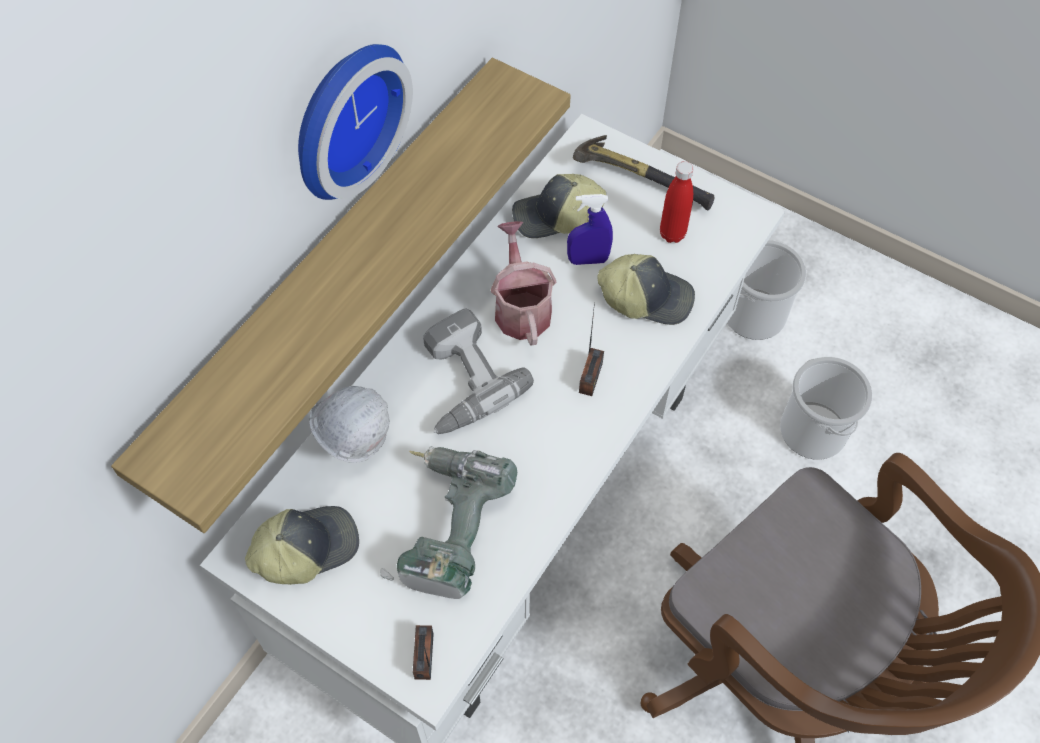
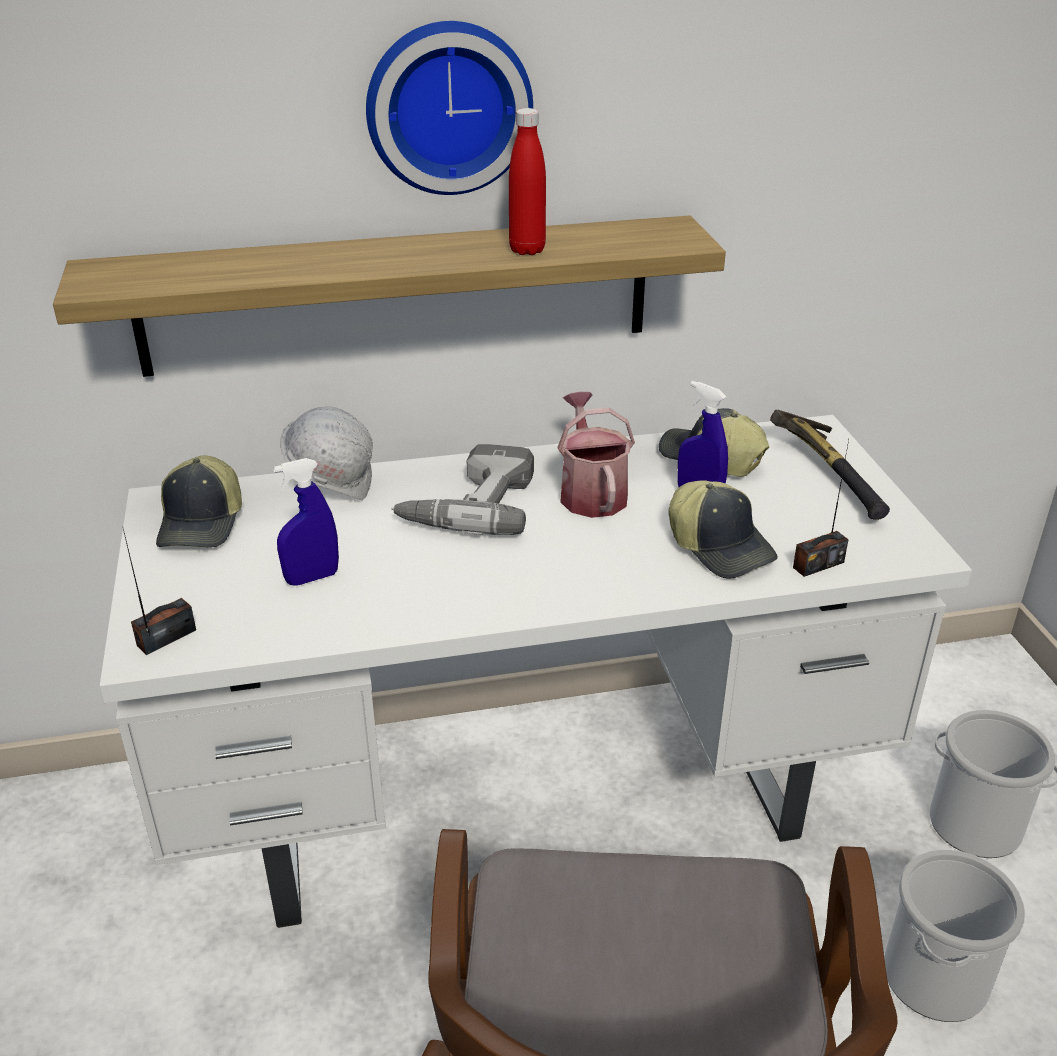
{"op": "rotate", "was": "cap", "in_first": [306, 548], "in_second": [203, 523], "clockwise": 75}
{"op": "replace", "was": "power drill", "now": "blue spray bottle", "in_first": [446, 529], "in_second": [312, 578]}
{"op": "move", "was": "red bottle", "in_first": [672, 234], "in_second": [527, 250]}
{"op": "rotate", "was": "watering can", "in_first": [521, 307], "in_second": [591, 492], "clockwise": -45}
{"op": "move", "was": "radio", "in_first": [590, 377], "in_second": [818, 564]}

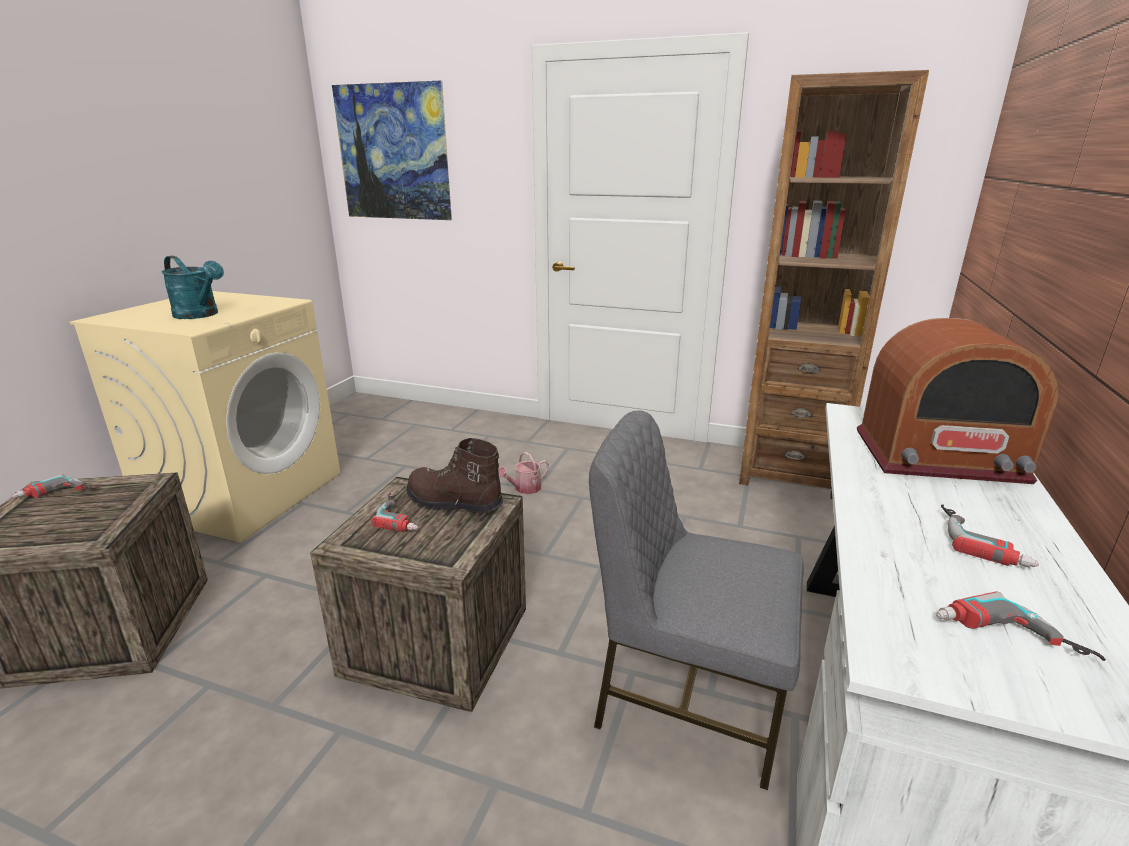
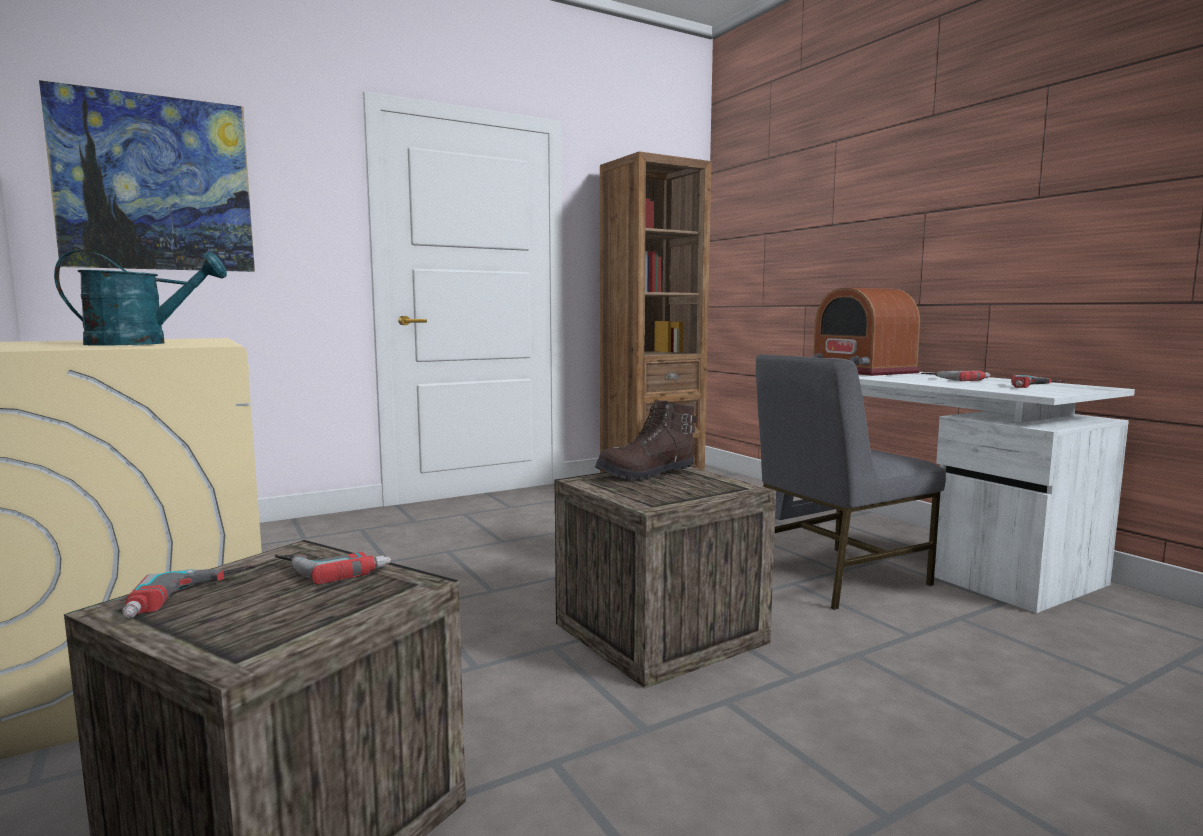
{"op": "move", "was": "power drill", "in_first": [402, 516], "in_second": [333, 567]}
{"op": "rotate", "was": "radio", "in_first": [938, 456], "in_second": [862, 371], "clockwise": 105}
{"op": "delete", "was": "watering can", "in_first": [524, 489]}

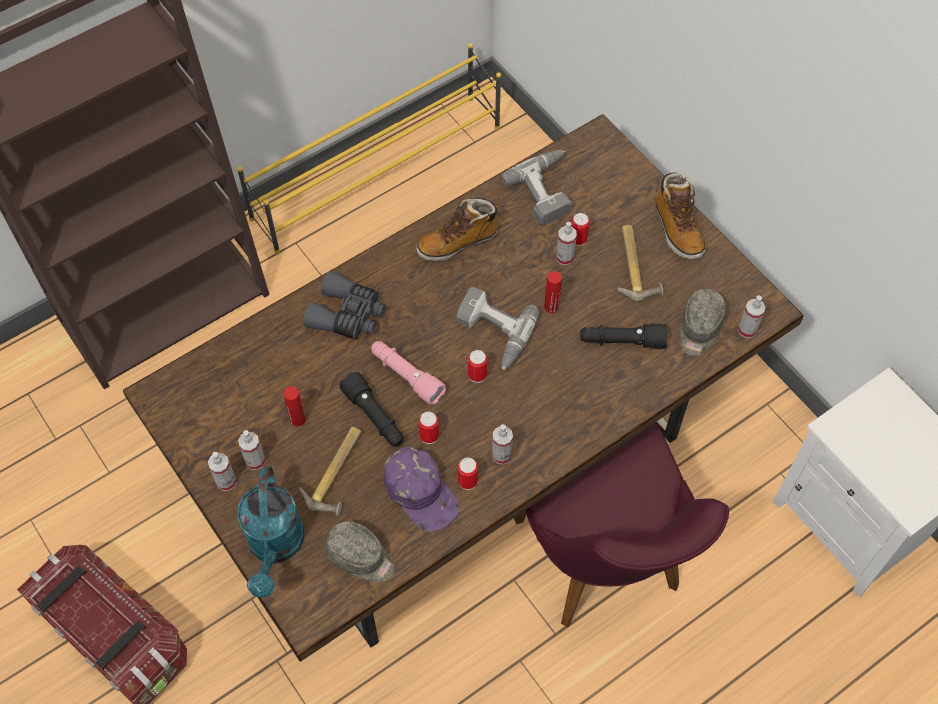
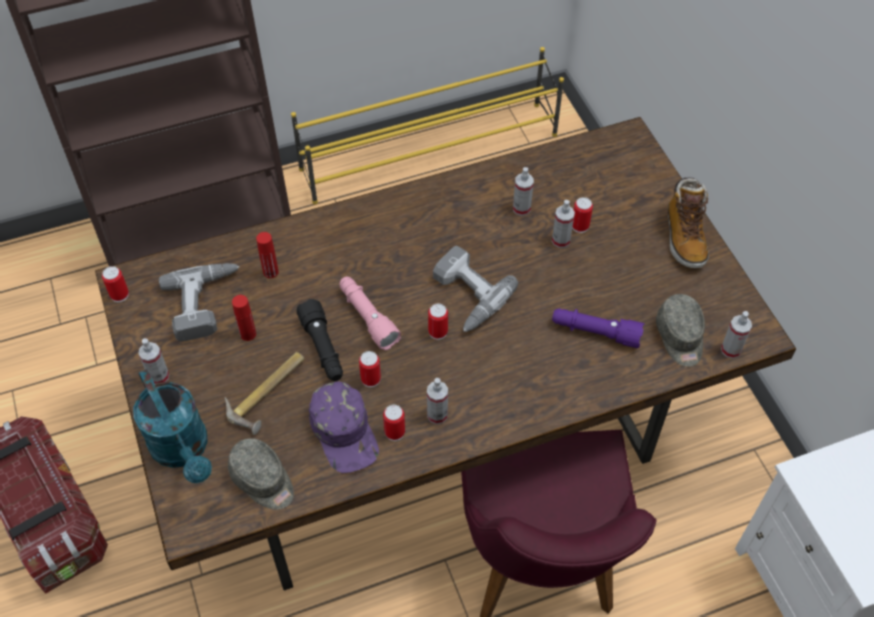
{"op": "insert", "now": "can", "in_second": [119, 295]}
{"op": "rotate", "was": "turquoise watering can", "in_first": [275, 547], "in_second": [183, 450], "clockwise": -45}
{"op": "move", "was": "power drill", "in_first": [547, 190], "in_second": [206, 304]}
{"op": "move", "was": "red bottle", "in_first": [551, 306], "in_second": [270, 272]}
{"op": "move", "was": "spray bottle", "in_first": [255, 461], "in_second": [521, 208]}
{"op": "recolor", "was": "black flashlight", "now": "purple flashlight", "in_first": [622, 341], "in_second": [595, 332]}
{"op": "rotate", "was": "grey cap", "in_first": [699, 328], "in_second": [680, 337], "clockwise": -45}
{"op": "delete", "was": "grey binoculars", "in_first": [347, 315]}
{"op": "delete", "was": "boot", "in_first": [457, 242]}
{"op": "delete", "was": "hammer", "in_first": [636, 265]}

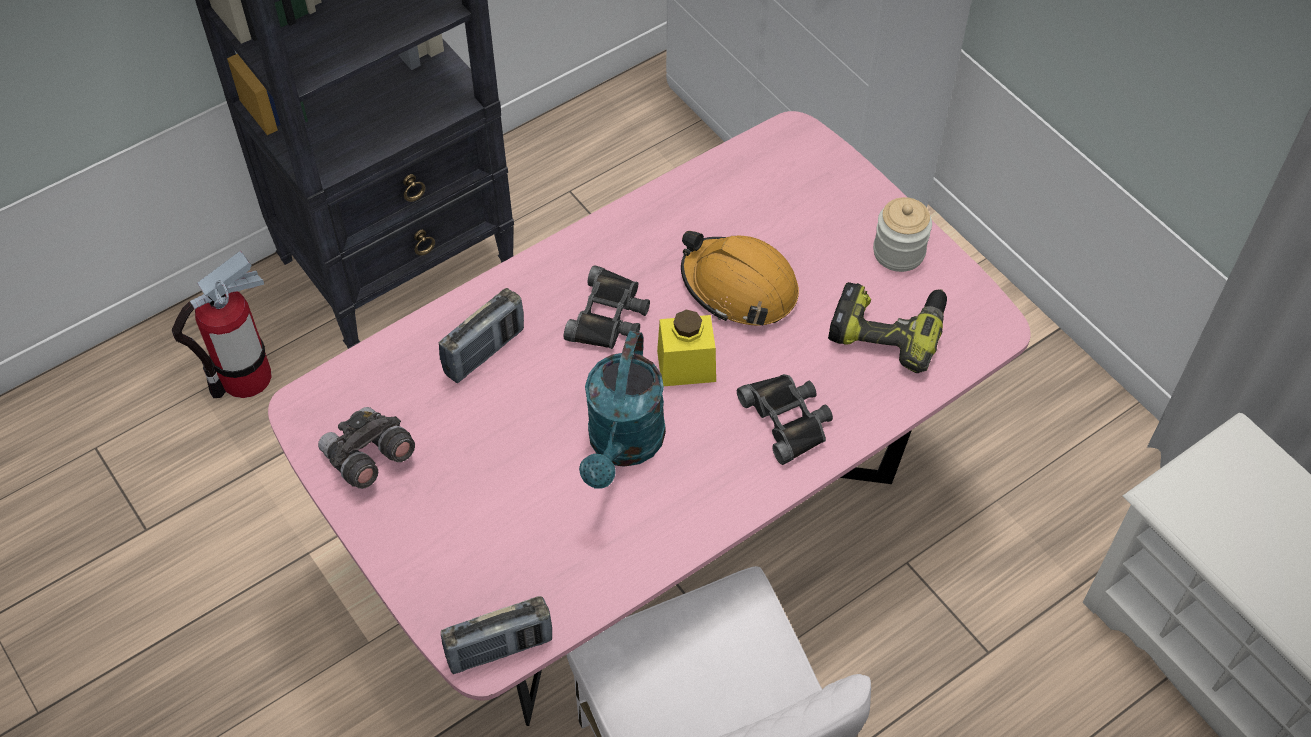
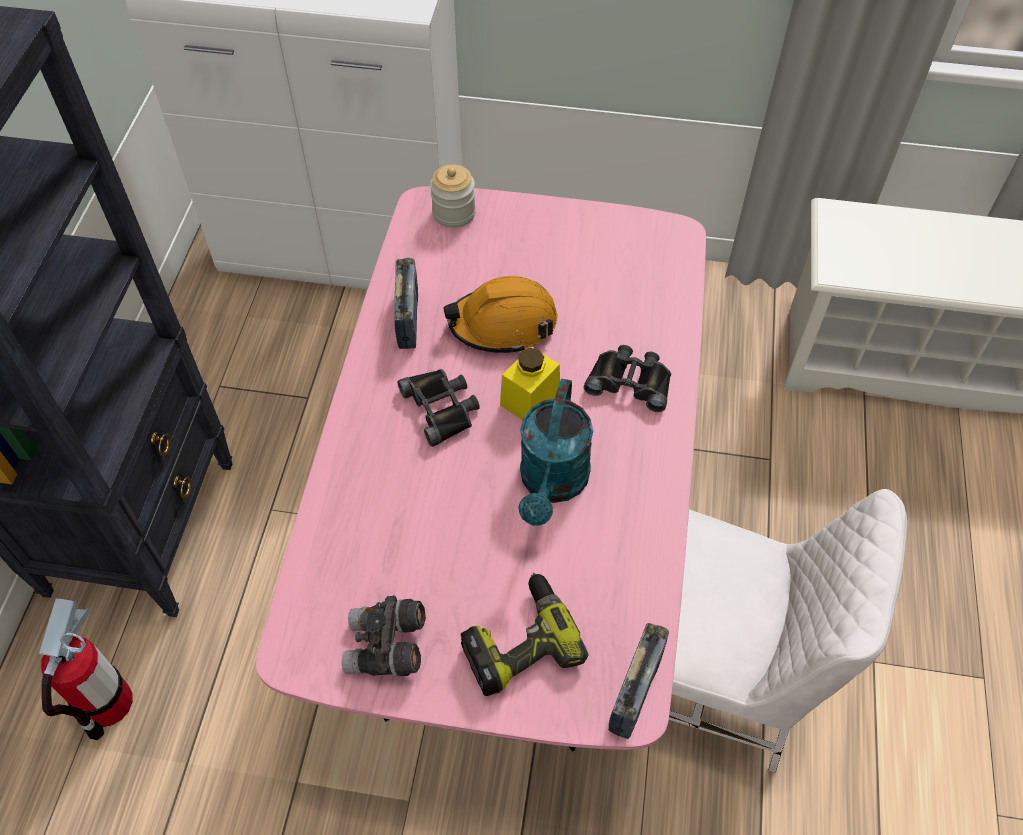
{"op": "move", "was": "radio", "in_first": [484, 352], "in_second": [408, 319]}
{"op": "move", "was": "jar", "in_first": [898, 252], "in_second": [454, 213]}
{"op": "move", "was": "power drill", "in_first": [888, 329], "in_second": [519, 641]}
{"op": "rotate", "was": "turquoise watering can", "in_first": [623, 446], "in_second": [552, 484], "clockwise": 45}

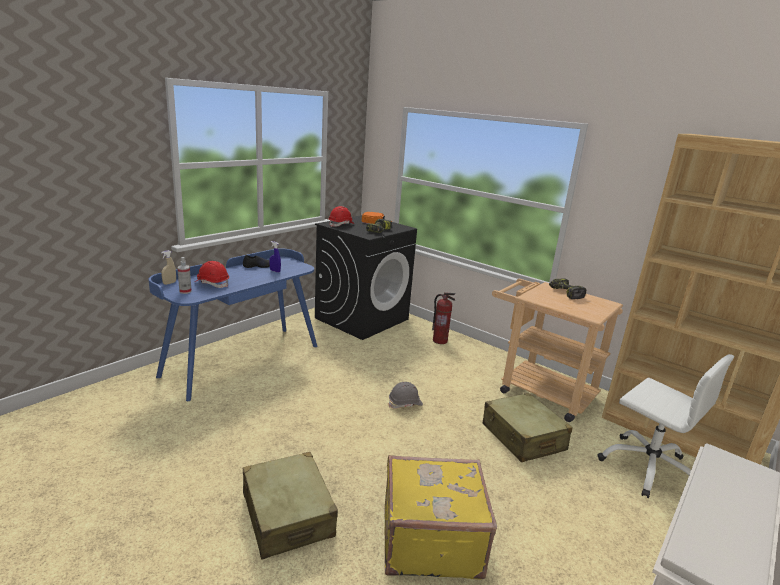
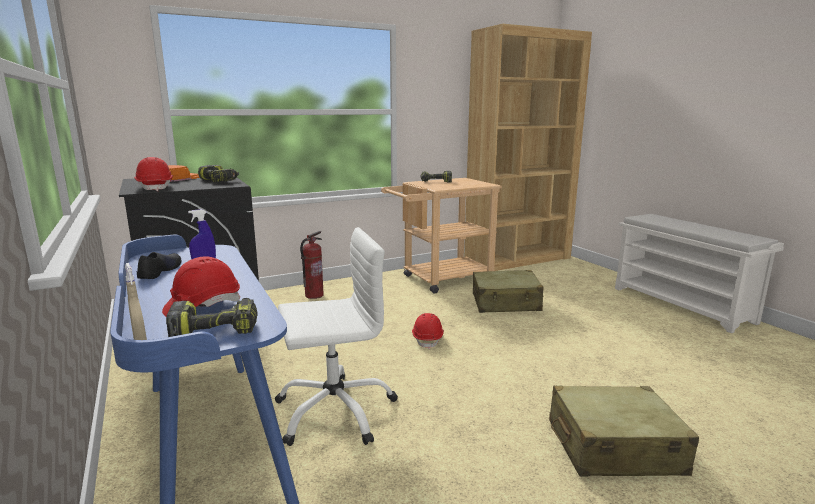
{"op": "replace", "was": "spray bottle", "now": "power drill", "in_first": [185, 291], "in_second": [217, 329]}
{"op": "move", "was": "white office chair", "in_first": [648, 468], "in_second": [335, 410]}
{"op": "recolor", "was": "grey hard hat", "now": "red hard hat", "in_first": [405, 404], "in_second": [428, 339]}
{"op": "delete", "was": "yellow suitcase", "in_first": [429, 539]}

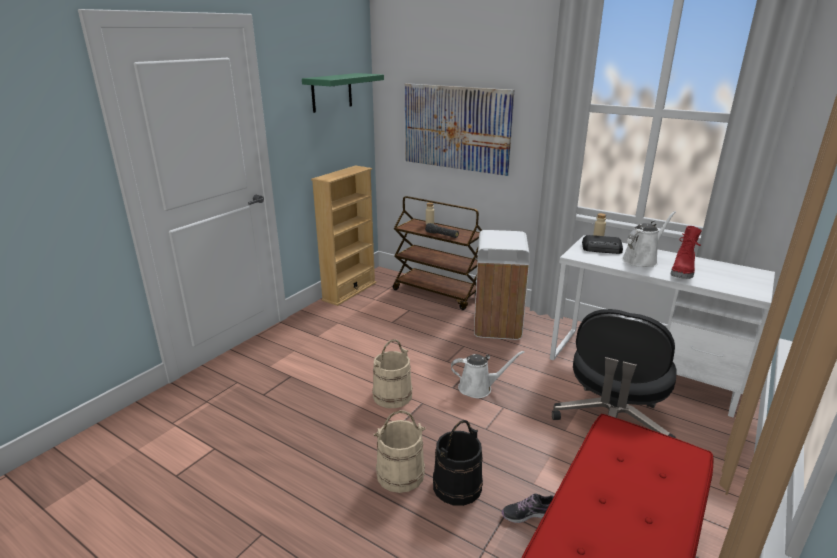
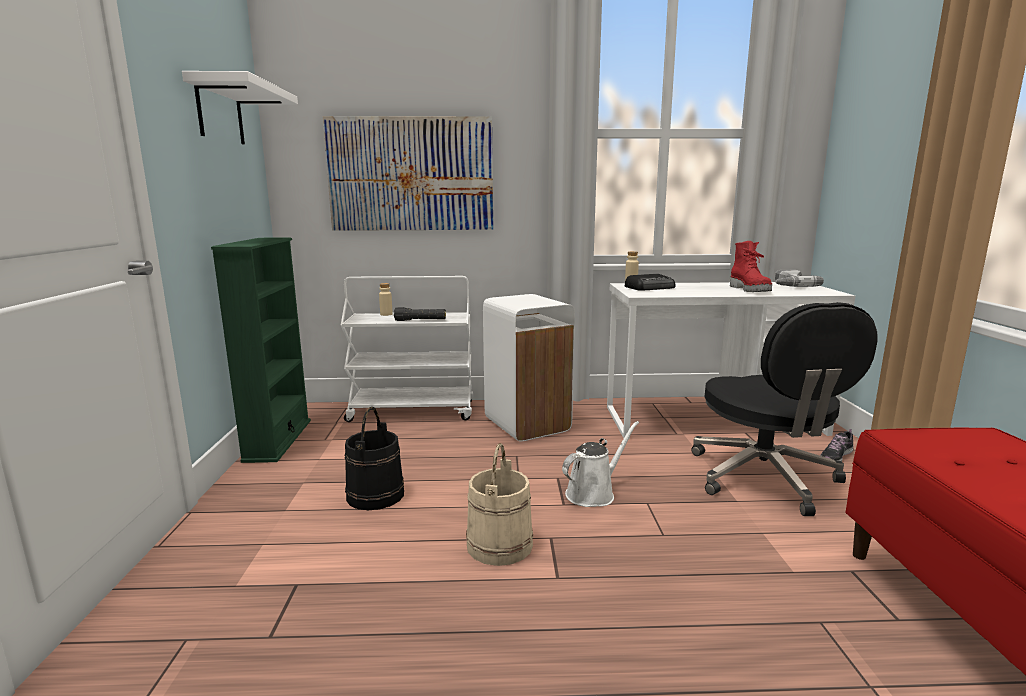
{"op": "recolor", "was": "green shelf", "now": "white shelf", "in_first": [331, 92], "in_second": [220, 112]}
{"op": "recolor", "was": "beige bookcase", "now": "green bookcase", "in_first": [349, 291], "in_second": [278, 440]}
{"op": "recolor", "was": "brown cart", "now": "white cart", "in_first": [438, 293], "in_second": [413, 411]}
{"op": "move", "was": "black bucket", "in_first": [457, 485], "in_second": [375, 495]}
{"op": "insert", "now": "power drill", "in_second": [788, 285]}
{"op": "move", "was": "shoe", "in_first": [529, 514], "in_second": [836, 456]}
{"op": "delete", "was": "beige bucket", "in_first": [400, 473]}
{"op": "delete", "was": "white watering can", "in_first": [642, 260]}

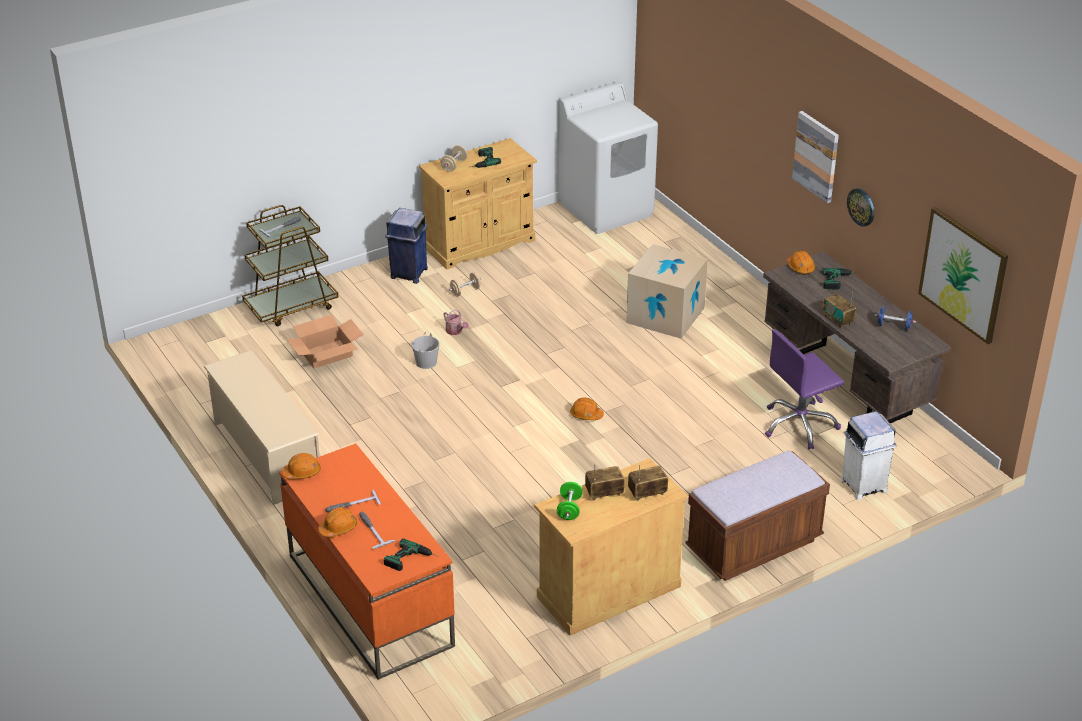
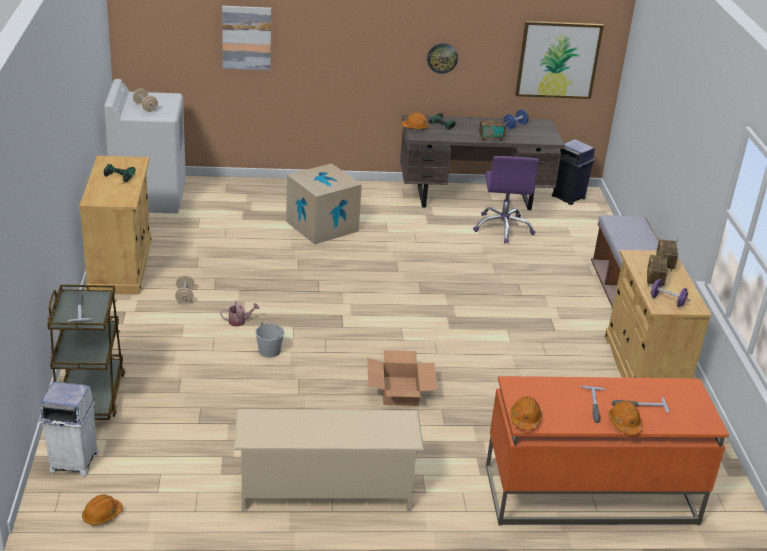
{"op": "move", "was": "white trash can", "in_first": [863, 485], "in_second": [73, 461]}
{"op": "move", "was": "orange hard hat", "in_first": [586, 415], "in_second": [102, 515]}
{"op": "move", "was": "beige dumbbell", "in_first": [454, 165], "in_second": [145, 107]}
{"op": "move", "was": "picture", "in_first": [816, 156], "in_second": [246, 37]}
{"op": "move", "was": "cardboard box", "in_first": [326, 354], "in_second": [400, 391]}
{"op": "move", "was": "blue trash can", "in_first": [408, 273], "in_second": [569, 197]}
{"op": "recolor", "was": "green dumbbell", "now": "purple dumbbell", "in_first": [569, 509], "in_second": [667, 301]}
{"op": "delete", "was": "power drill", "in_first": [412, 560]}

